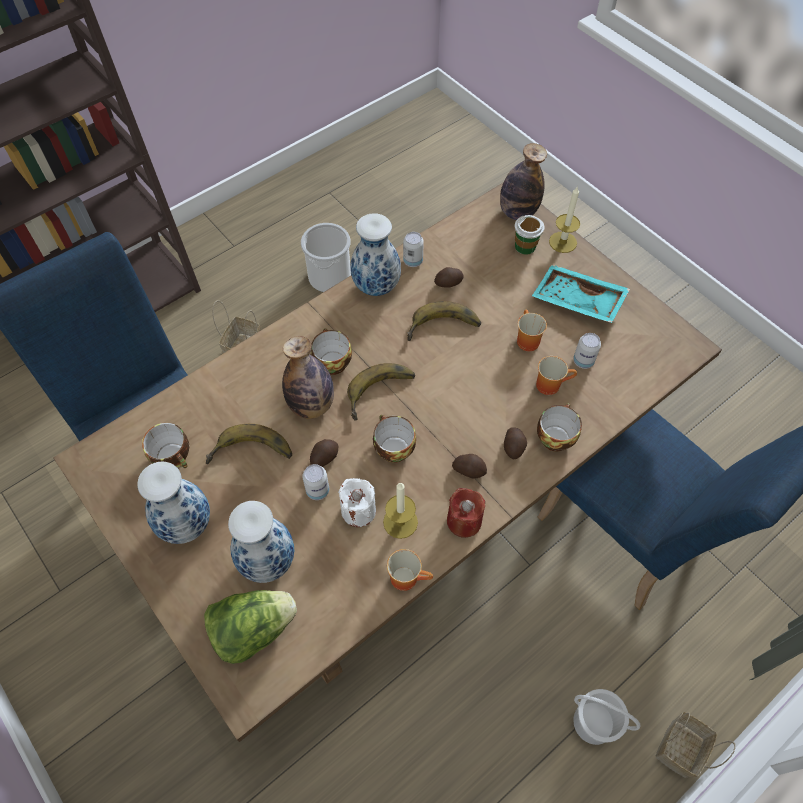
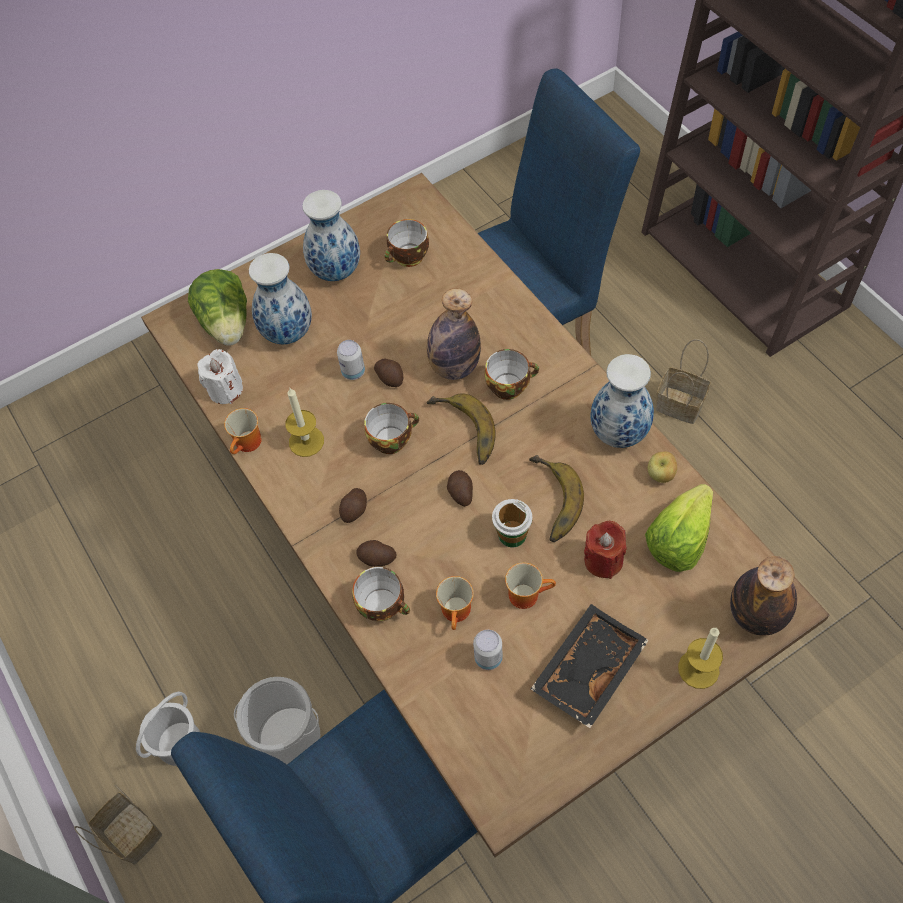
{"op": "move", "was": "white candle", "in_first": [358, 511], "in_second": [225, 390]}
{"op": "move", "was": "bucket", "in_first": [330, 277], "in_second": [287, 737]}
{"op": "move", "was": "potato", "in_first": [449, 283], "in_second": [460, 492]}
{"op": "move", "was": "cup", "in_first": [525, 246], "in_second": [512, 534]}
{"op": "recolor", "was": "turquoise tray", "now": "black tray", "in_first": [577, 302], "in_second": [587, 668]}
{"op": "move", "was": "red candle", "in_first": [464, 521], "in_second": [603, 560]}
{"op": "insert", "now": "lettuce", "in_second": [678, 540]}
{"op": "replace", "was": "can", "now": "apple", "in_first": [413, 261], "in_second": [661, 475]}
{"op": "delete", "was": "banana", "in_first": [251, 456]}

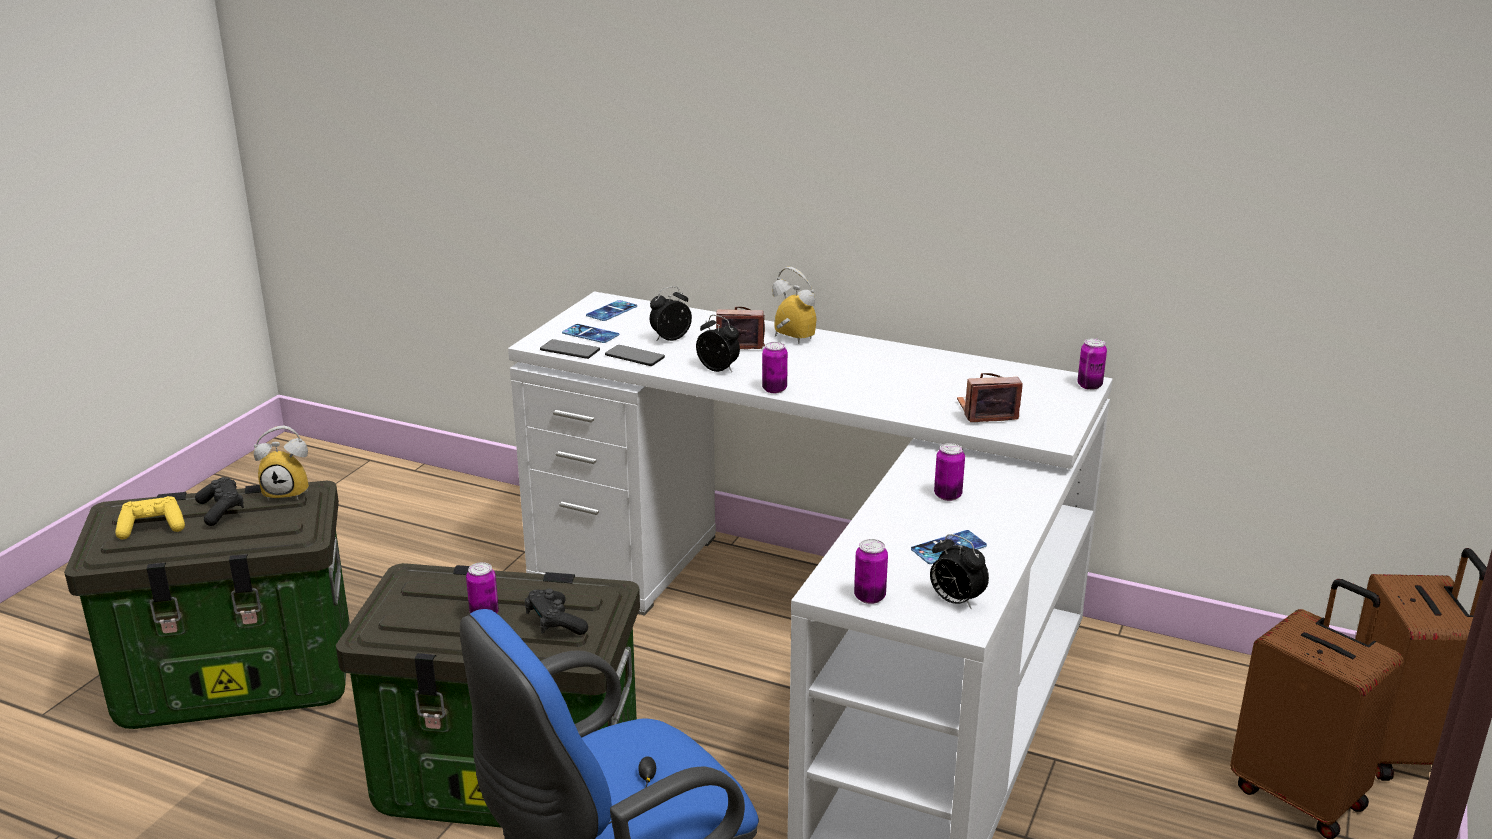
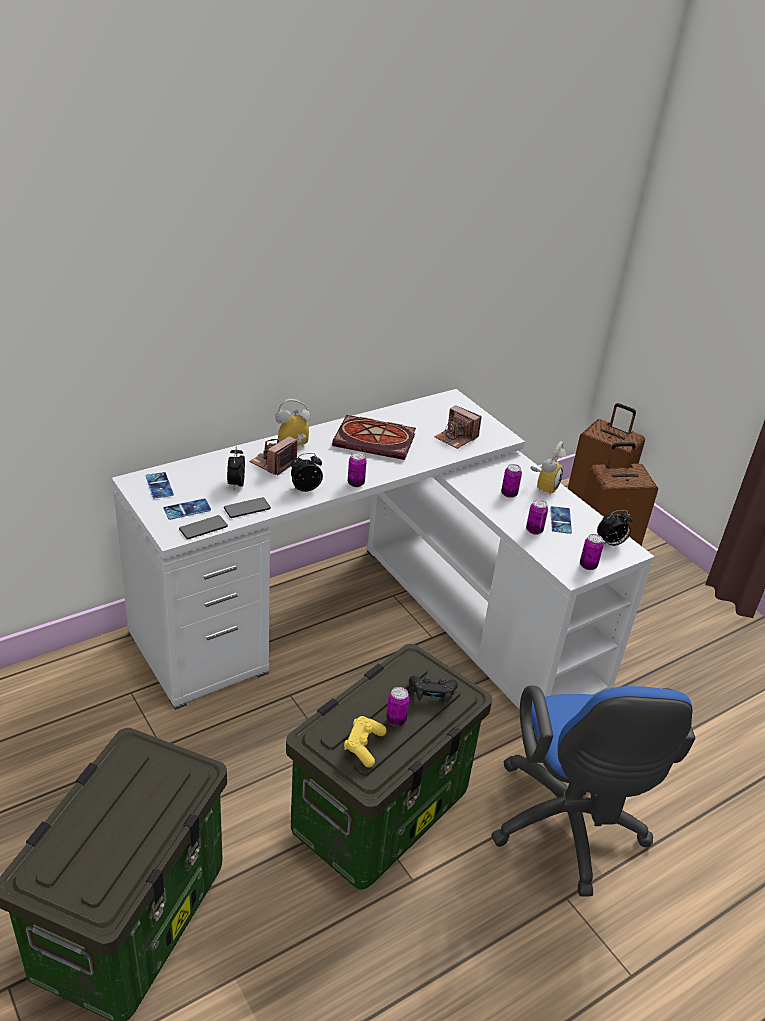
{"op": "insert", "now": "book", "in_second": [376, 440]}
{"op": "move", "was": "yellow game controller", "in_first": [152, 527], "in_second": [364, 746]}
{"op": "rotate", "was": "photo camera", "in_first": [986, 411], "in_second": [456, 438], "clockwise": -75}
{"op": "move", "was": "can", "in_first": [1089, 385], "in_second": [534, 530]}
{"op": "move", "was": "alarm clock", "in_first": [289, 492], "in_second": [543, 486]}
{"op": "delete", "was": "black game controller", "in_first": [221, 510]}

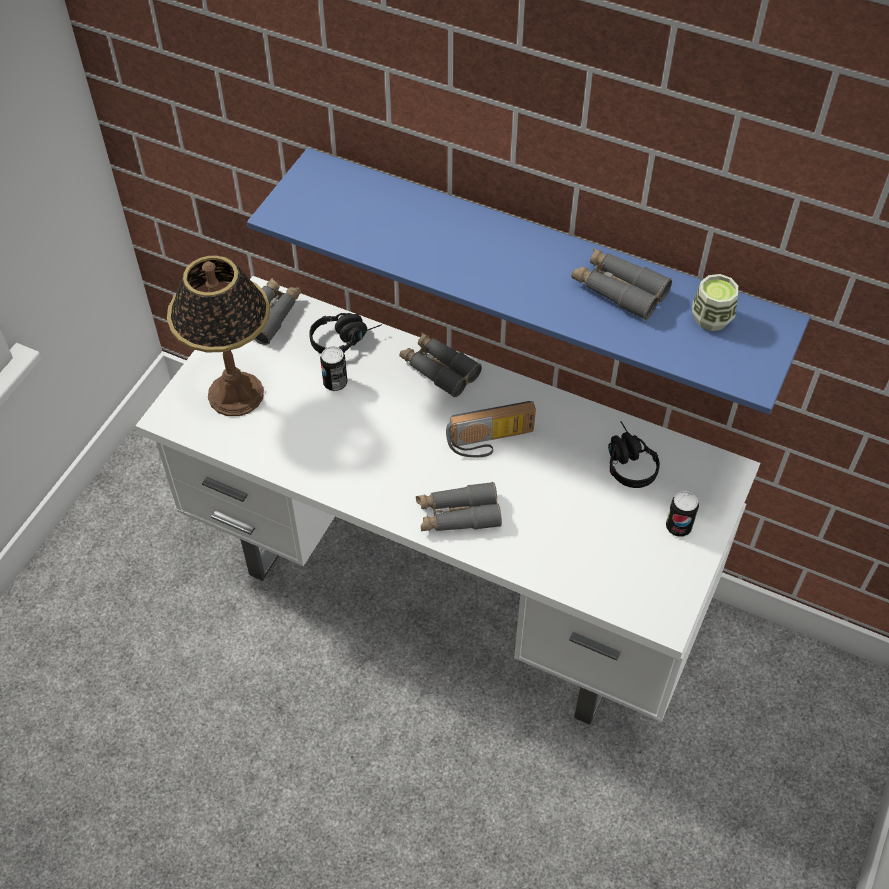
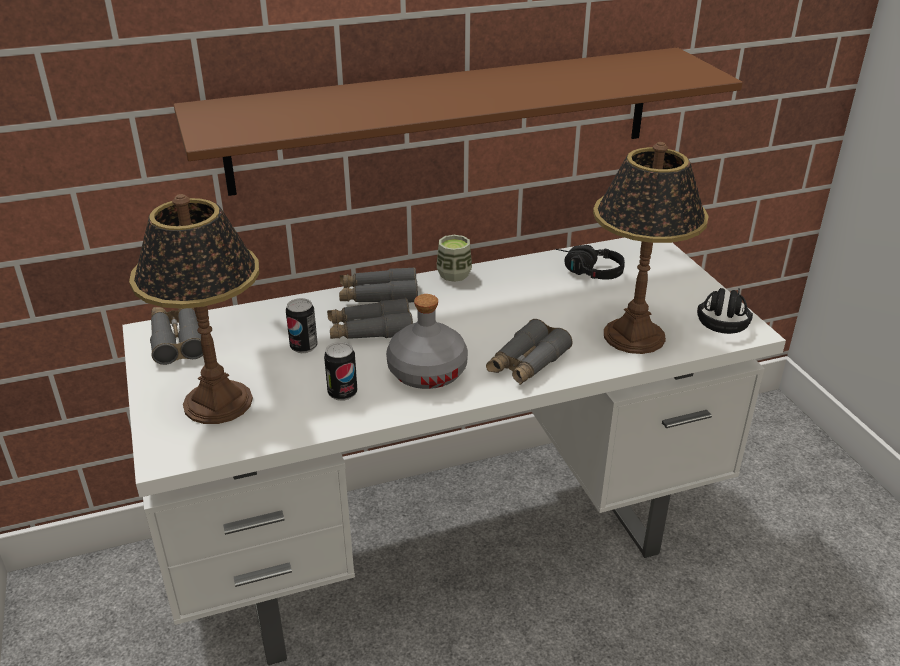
{"op": "recolor", "was": "blue shelf", "now": "brown shelf", "in_first": [542, 262], "in_second": [446, 119]}
{"op": "move", "was": "can", "in_first": [678, 527], "in_second": [342, 393]}
{"op": "move", "was": "grey binoculars", "in_first": [618, 290], "in_second": [370, 330]}
{"op": "insert", "now": "grey bottle", "in_second": [427, 371]}
{"op": "move", "was": "cup", "in_first": [711, 318], "in_second": [454, 274]}
{"op": "insert", "now": "table lamp", "in_second": [634, 336]}
{"op": "move", "was": "black headphones", "in_first": [345, 338], "in_second": [723, 318]}
{"op": "delete", "was": "radio", "in_first": [491, 442]}

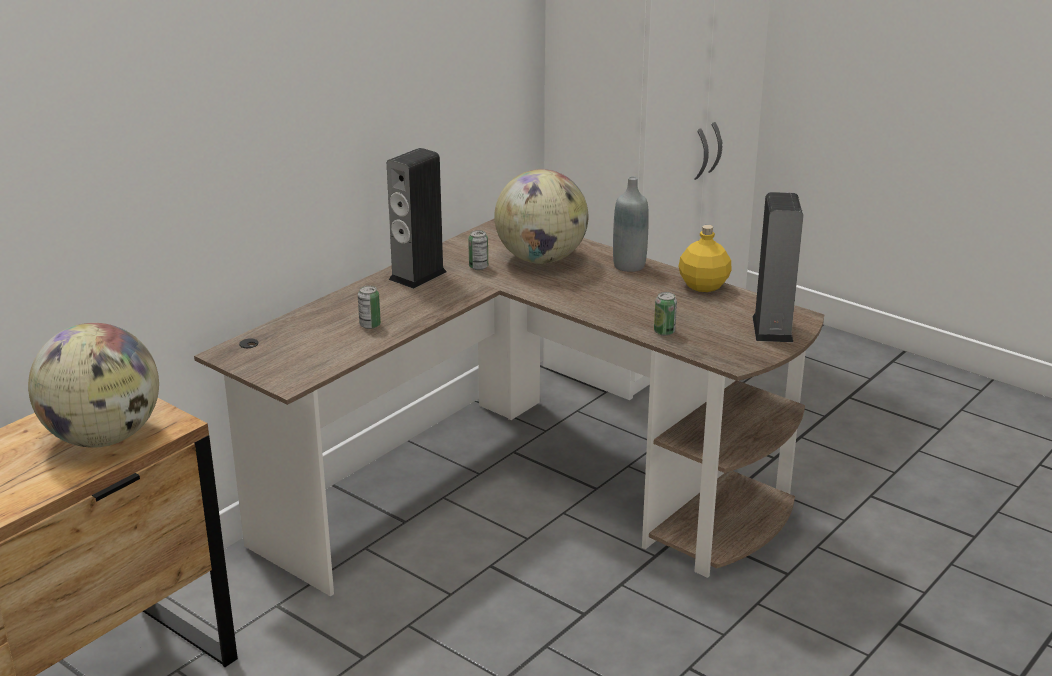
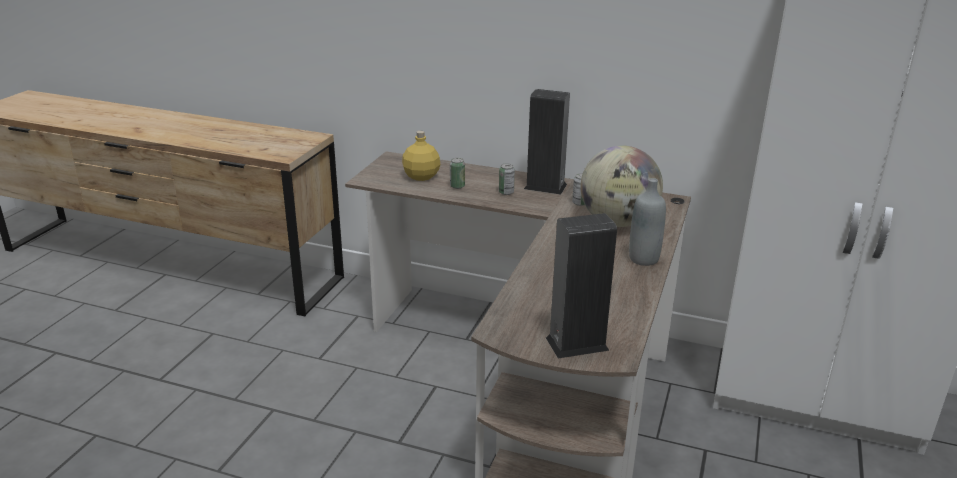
{"op": "move", "was": "yellow bottle", "in_first": [703, 286], "in_second": [420, 176]}
{"op": "move", "was": "can", "in_first": [664, 332], "in_second": [506, 192]}
{"op": "delete", "was": "globe", "in_first": [103, 438]}

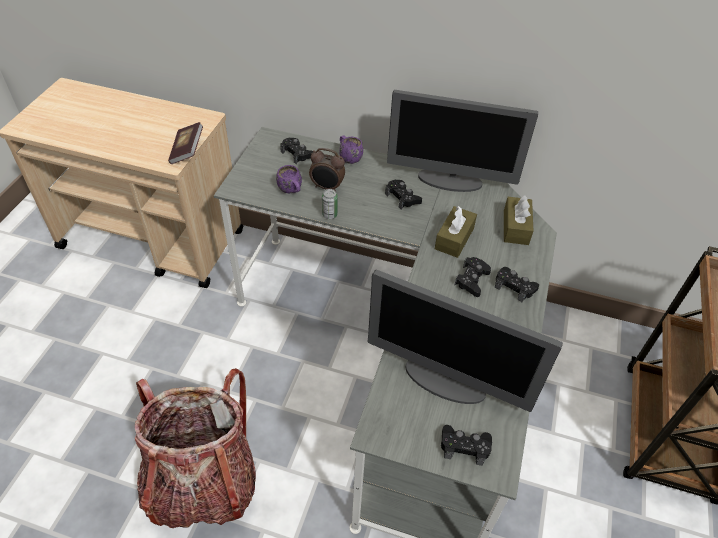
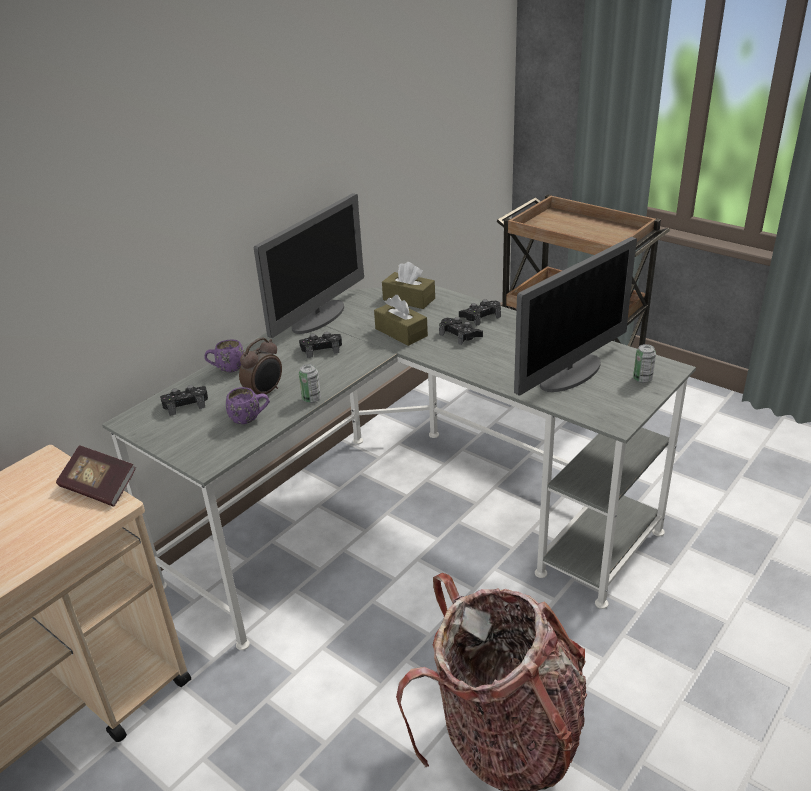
{"op": "replace", "was": "black game controller", "now": "can", "in_first": [464, 447], "in_second": [642, 379]}

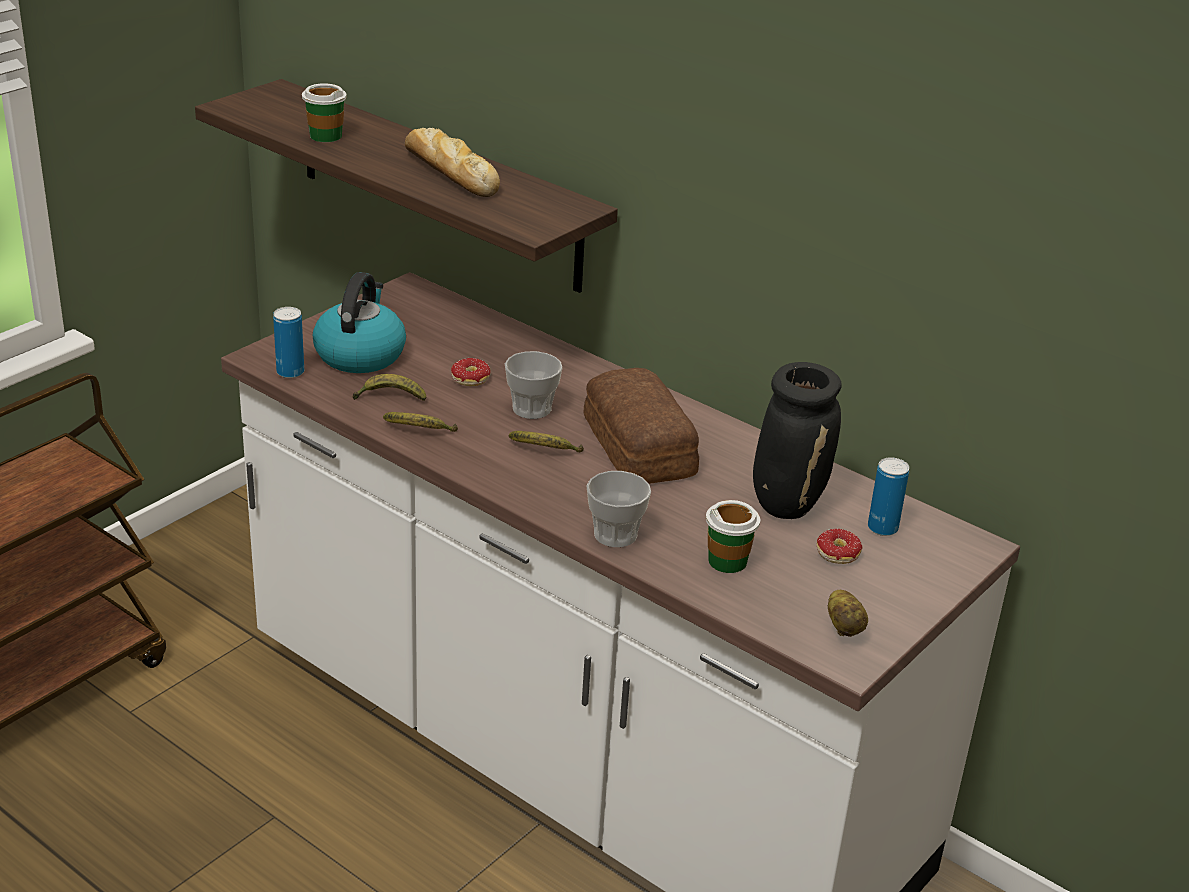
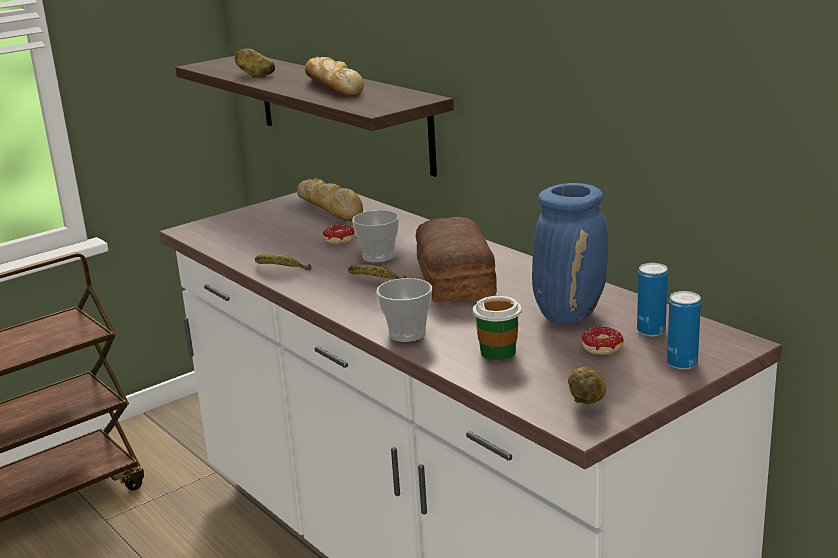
{"op": "replace", "was": "cup", "now": "potato", "in_first": [325, 136], "in_second": [255, 74]}
{"op": "insert", "now": "bread", "in_second": [331, 208]}
{"op": "recolor", "was": "black vase", "now": "blue vase", "in_first": [787, 503], "in_second": [569, 314]}
{"op": "move", "was": "can", "in_first": [290, 372], "in_second": [682, 363]}
{"op": "delete", "was": "kettle", "in_first": [360, 354]}
{"op": "delete", "was": "banana", "in_first": [390, 397]}

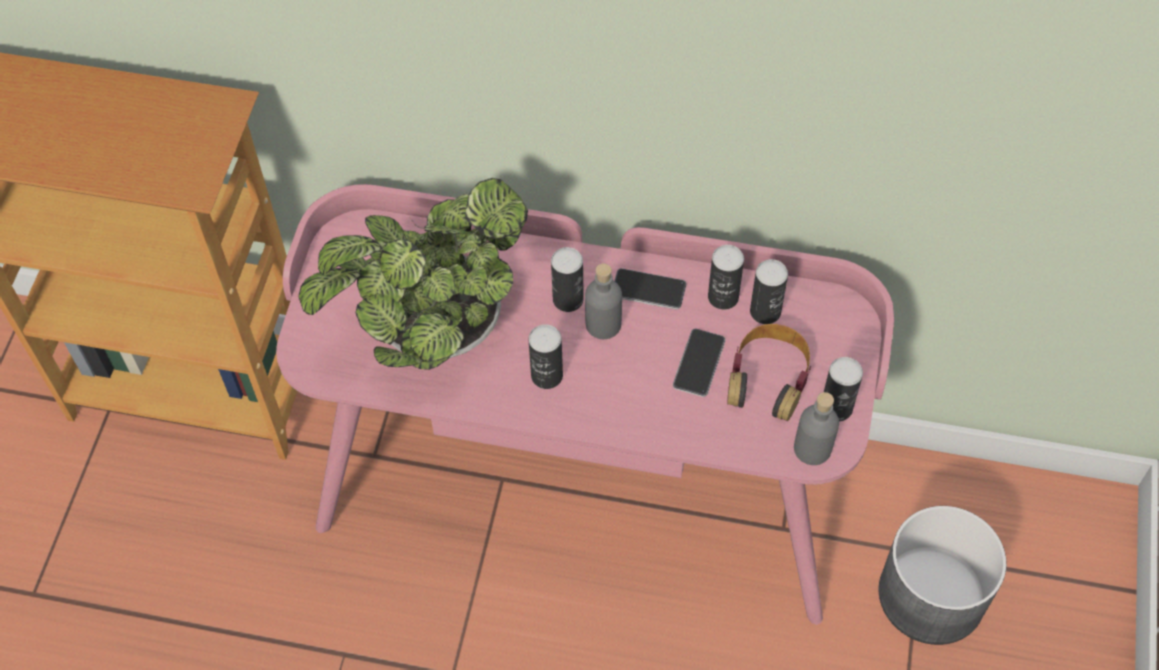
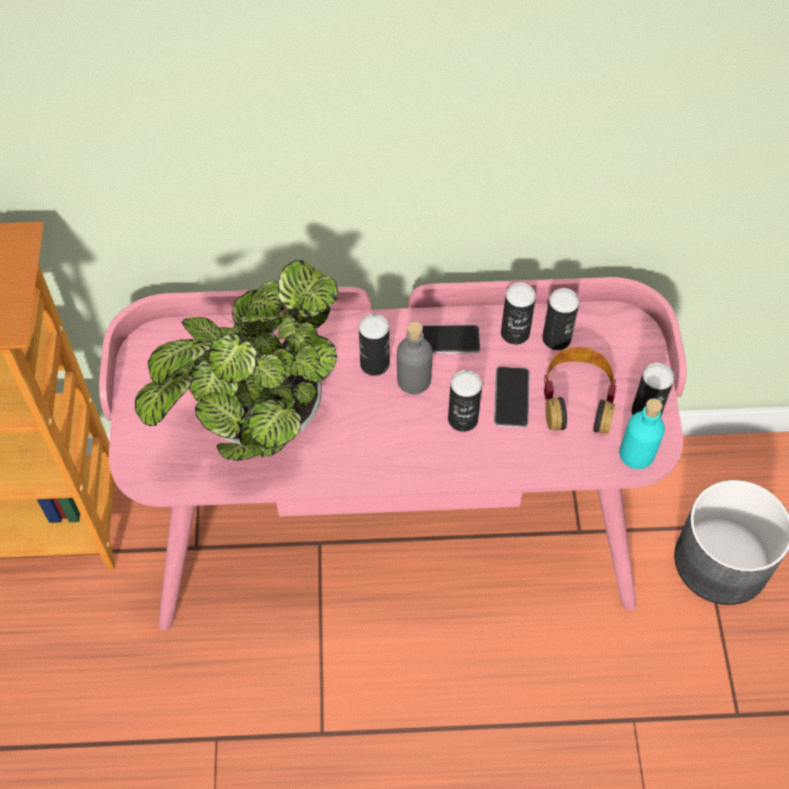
{"op": "move", "was": "can", "in_first": [547, 375], "in_second": [463, 419]}
{"op": "recolor", "was": "grey bottle", "now": "turquoise bottle", "in_first": [812, 449], "in_second": [636, 454]}

